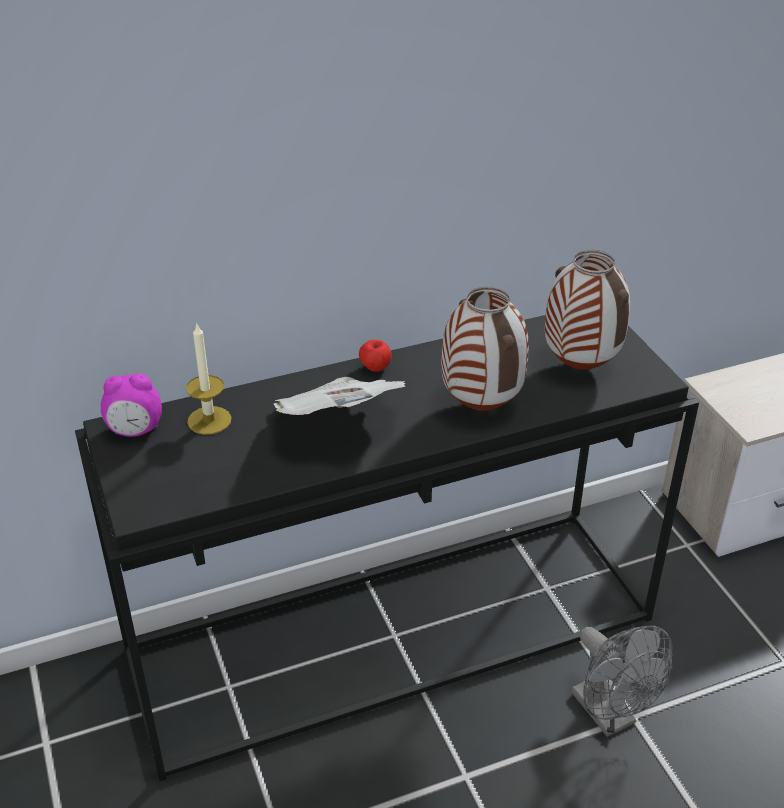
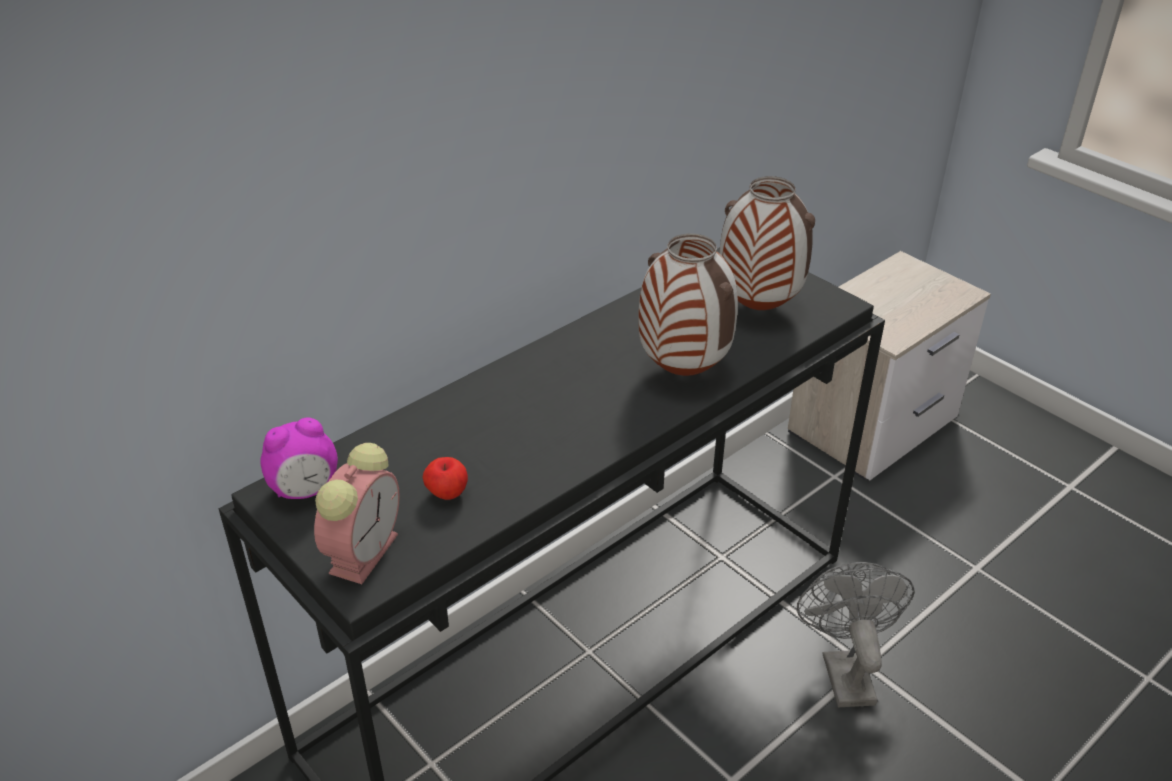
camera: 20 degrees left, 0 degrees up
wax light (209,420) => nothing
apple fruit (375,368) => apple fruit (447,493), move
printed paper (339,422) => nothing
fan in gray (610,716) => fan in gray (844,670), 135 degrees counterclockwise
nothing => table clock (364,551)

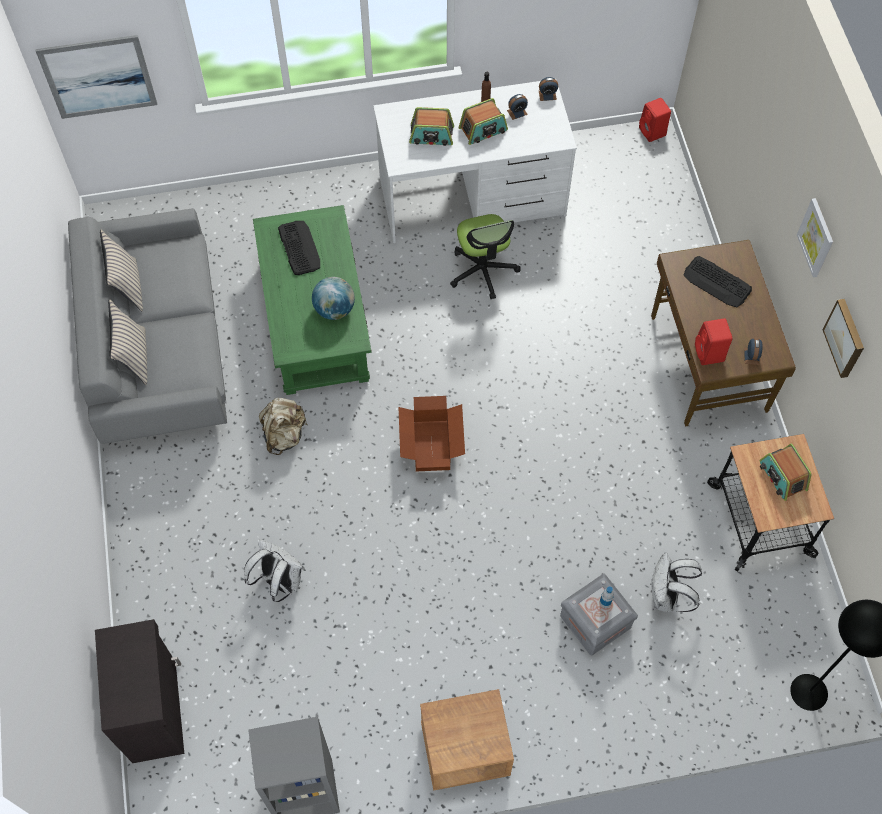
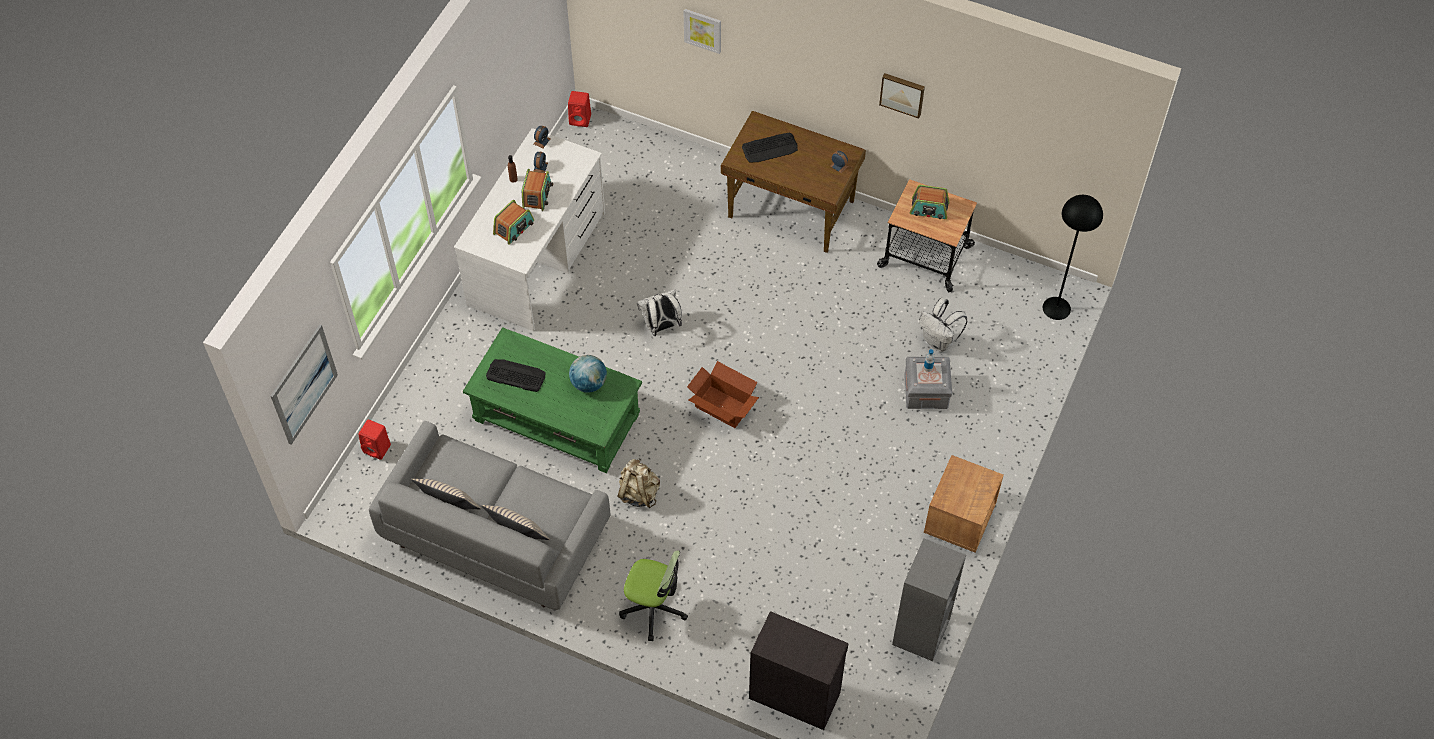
camera: 55 degrees left, 5 degrees down
wall art (816,237) => wall art (703,30), move
desk chair (483,270) => desk chair (654,608), move
loudspeaker in red-coloured (709,353) => loudspeaker in red-coloured (378,448), move
knapsack in whitish (279,581) => knapsack in whitish (661,326), move

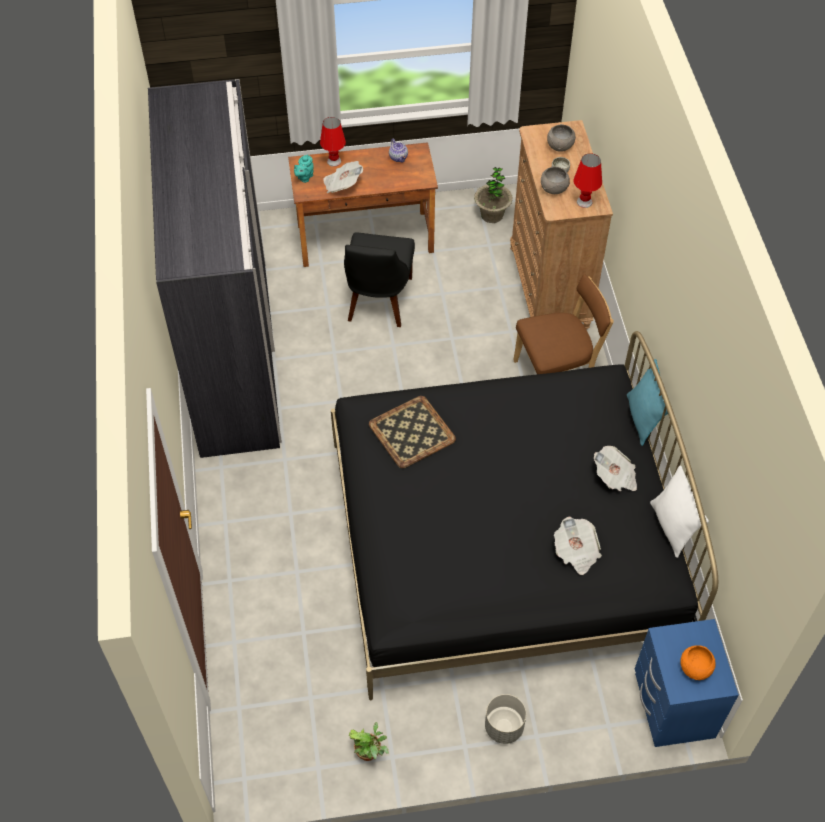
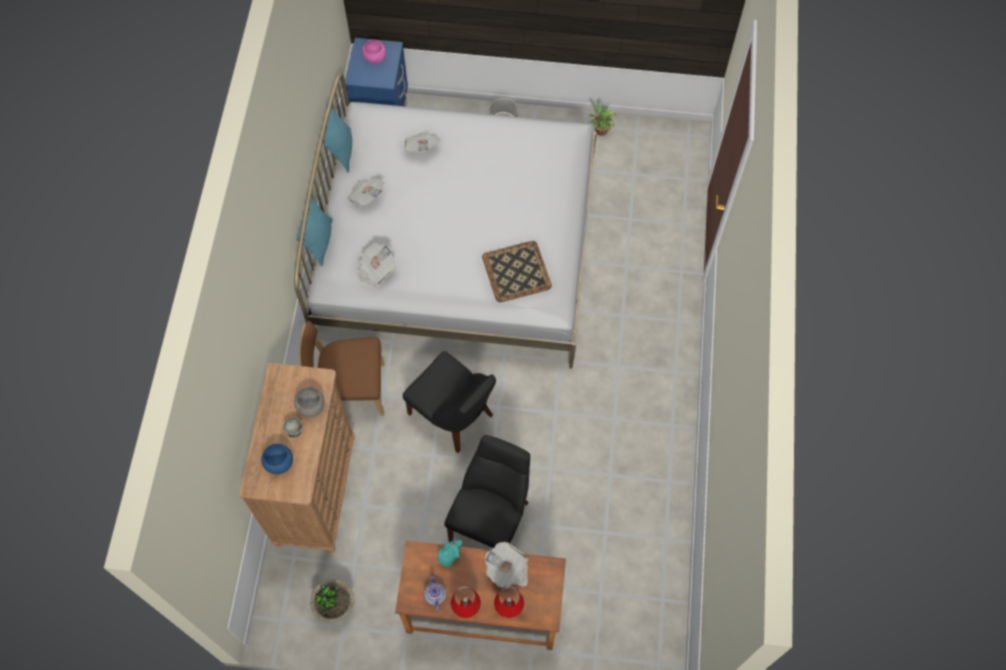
camera: 165 degrees left, 10 degrees up
armoire in gray (233,357) => nothing
deep dish in gray (559,146) => deep dish in bluish (280,463)
teapot in turquoise (304,177) => teapot in turquoise (450,556), move
lamp for a table in red-coloured (584,201) => lamp for a table in red-coloured (466,609), move
bed in black (503,545) => bed in whitish (457,248)
cushion in whitish (672,527) => cushion in turquoise (342,150)
deep dish in orange (695,669) => deep dish in pinkish (374,57)
nothing => printed paper (375,270)
nothing => plain chair in black (453,416)

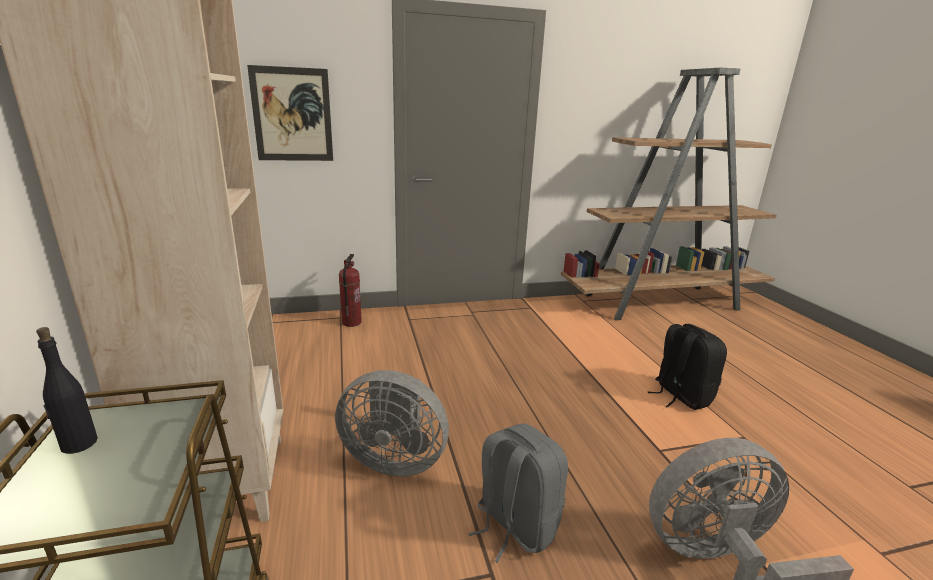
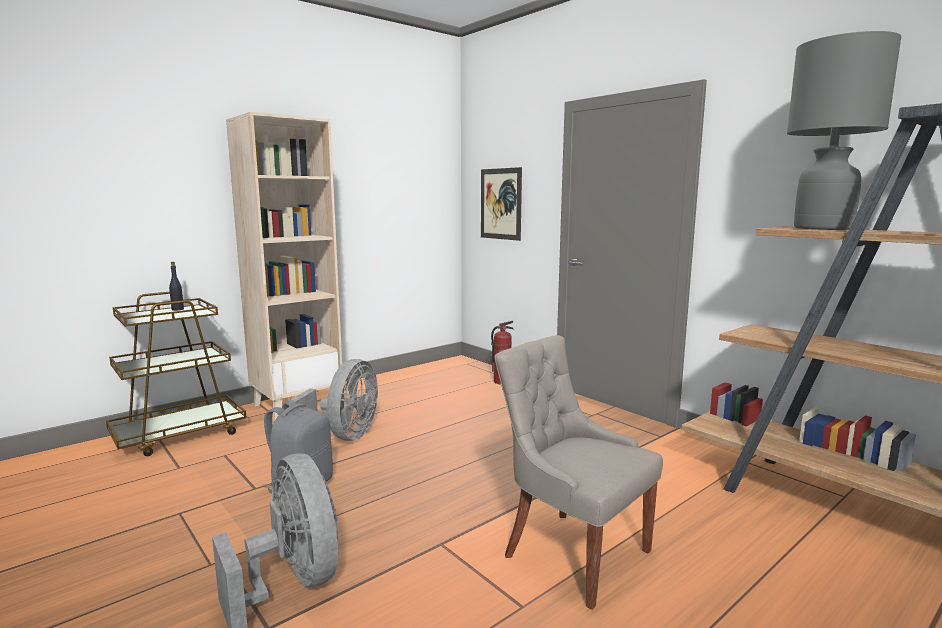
camera: 65 degrees right, 10 degrees down
knapsack in black (680,396) => plain chair in gray (573,553)
fan in gray (394,459) => fan in gray (344,437), 150 degrees counterclockwise
nothing => lamp for a table in gray (822,228)

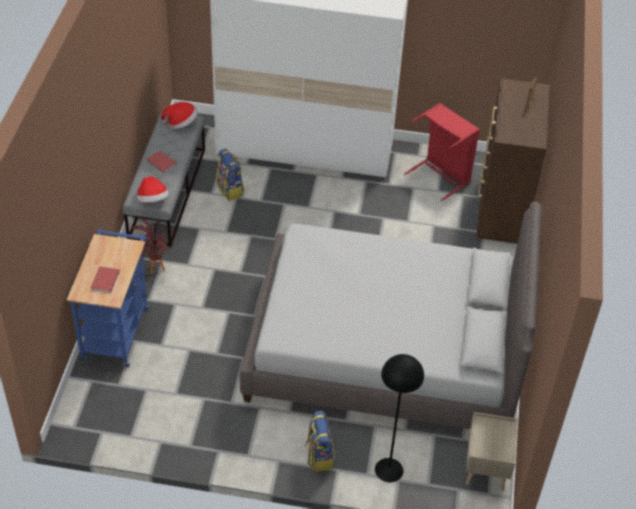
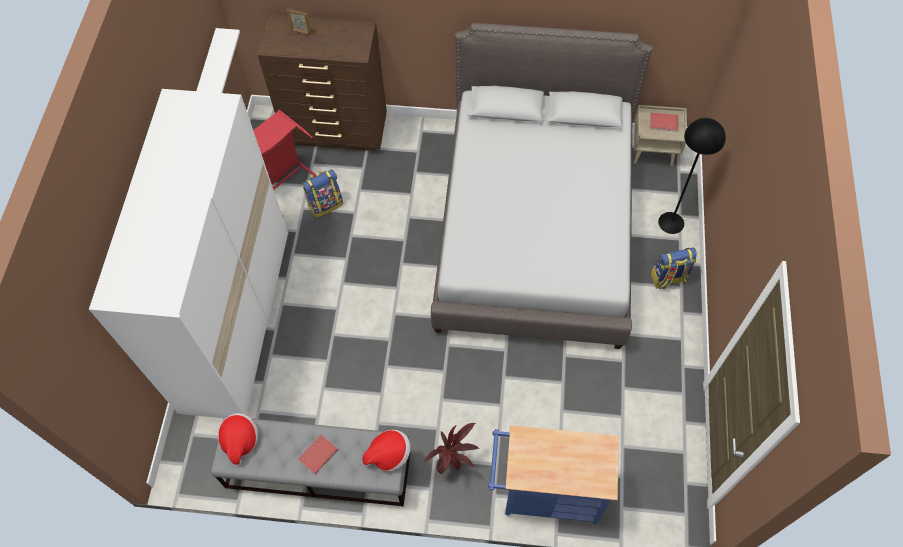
camera: 90 degrees left, 15 degrees up
knapsack (230,190) => knapsack (325,204), move
volume in red-coloured (104,280) => volume in red-coloured (663,123), move
nothing => shelf in whitish (209,69)

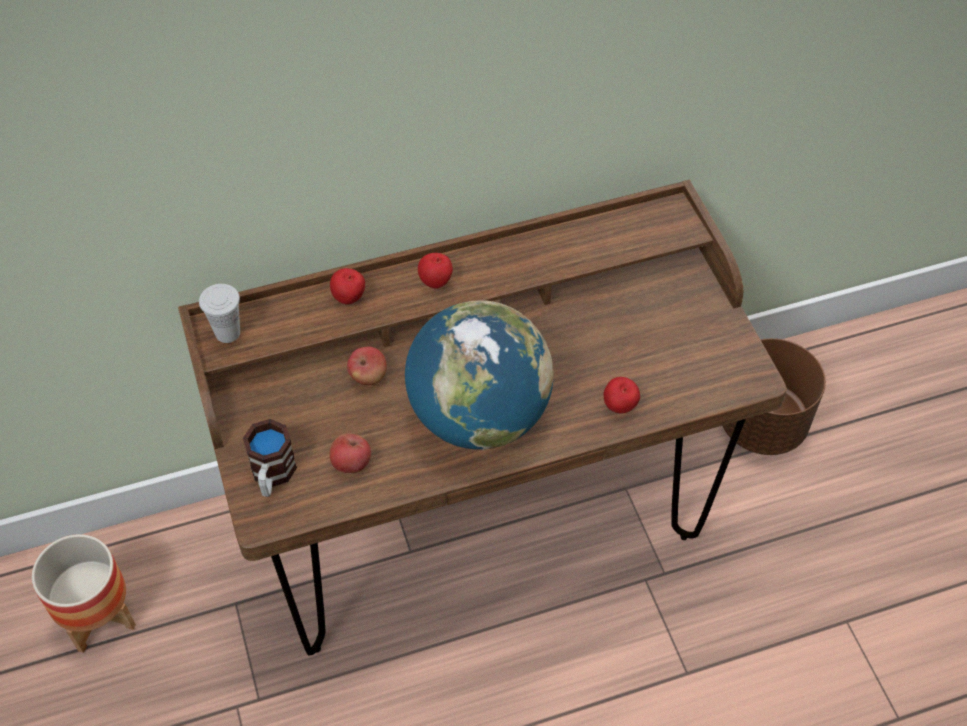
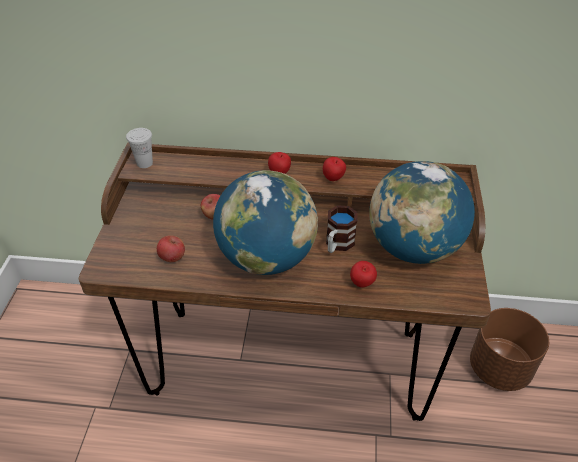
camera: 25 degrees right, 10 degrees down
apple fruit (349,298) => apple fruit (333,179), move
tea mug (272,476) => tea mug (337,244), move
flower pot (98,616) => nothing
nothing => world globe (413,248)

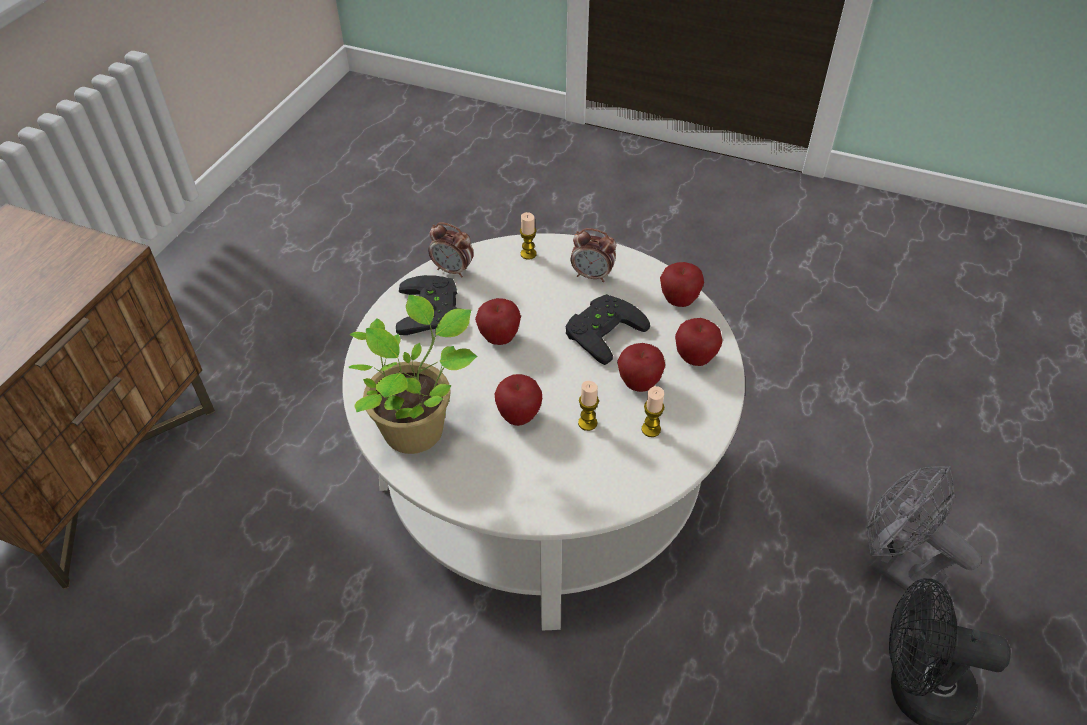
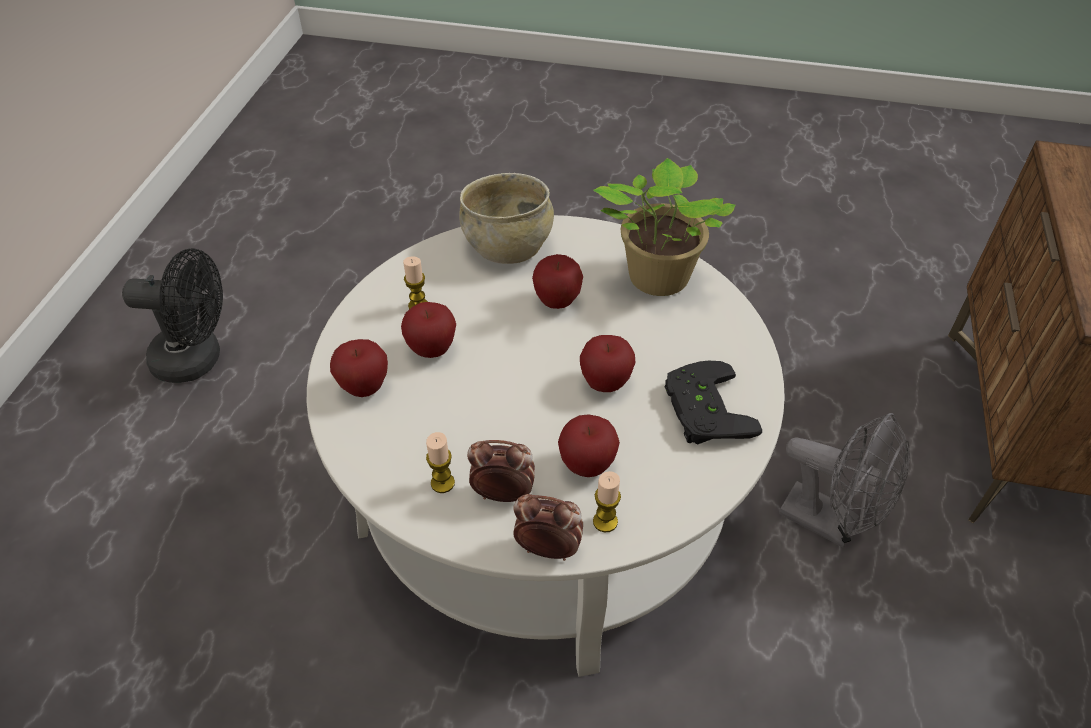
camera: 170 degrees right, 0 degrees up
table clock (453,270) => table clock (547,549), move
apple fruit (679,301) => apple fruit (587,465), move
joypad in black (601,329) => nothing
wax light (587,423) => wax light (442,483), move
fan in gray (895,567) => fan in gray (830,522), move
nothing => deep dish in beige-coloured (508,246)

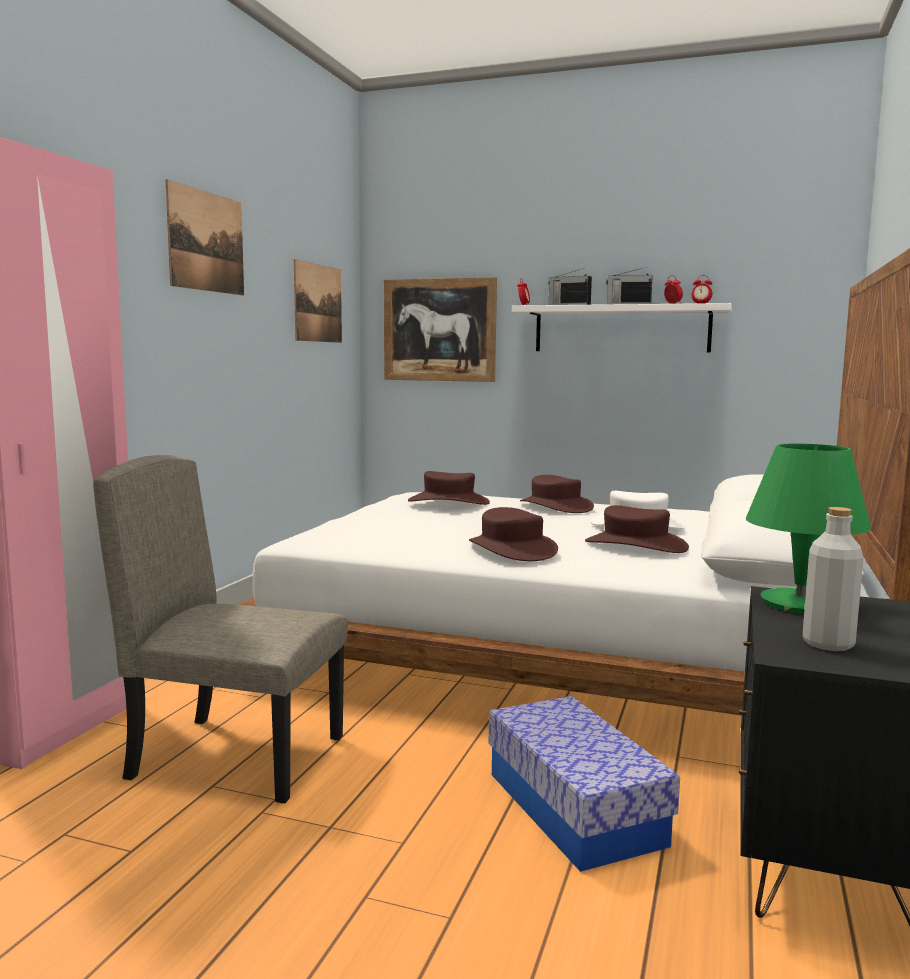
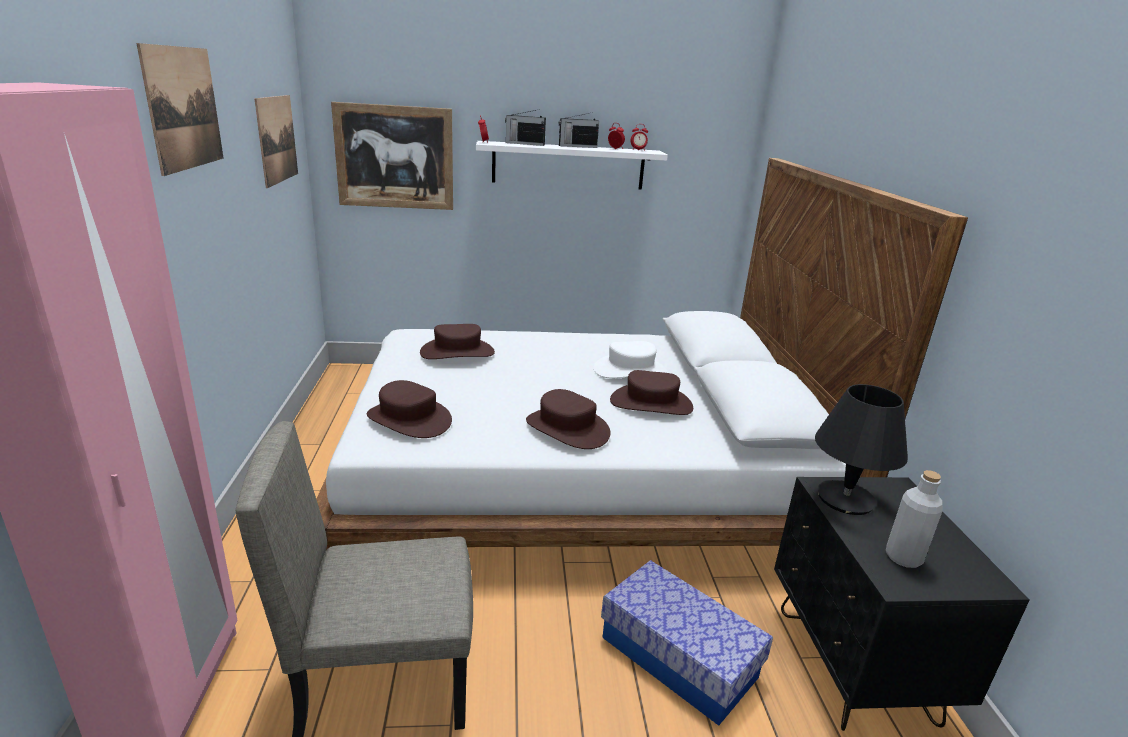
camera: 25 degrees left, 15 degrees up
lamp for a table in green (800,604) => lamp for a table in black (845,499)
hat in brown-coloured (555,506) => hat in brown-coloured (408,419), move

